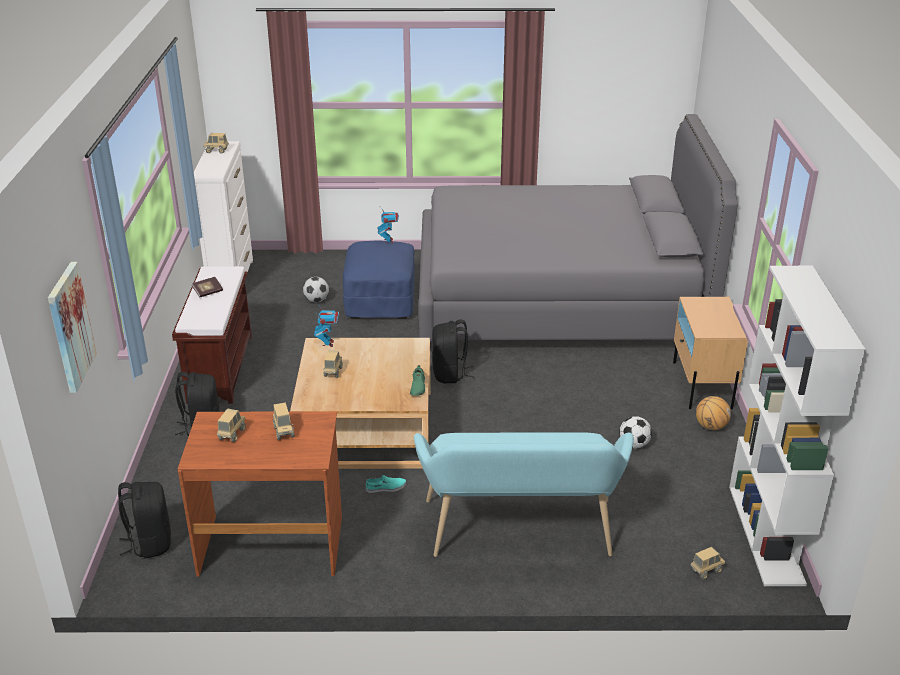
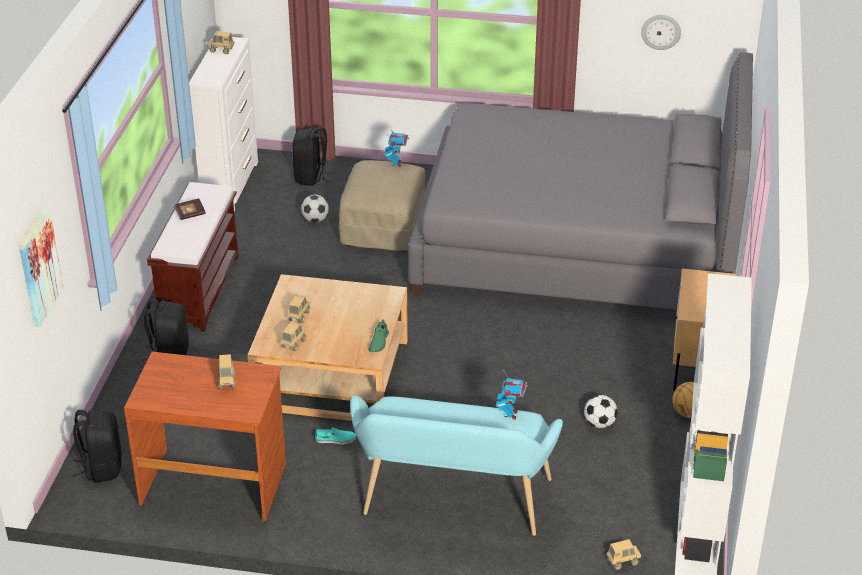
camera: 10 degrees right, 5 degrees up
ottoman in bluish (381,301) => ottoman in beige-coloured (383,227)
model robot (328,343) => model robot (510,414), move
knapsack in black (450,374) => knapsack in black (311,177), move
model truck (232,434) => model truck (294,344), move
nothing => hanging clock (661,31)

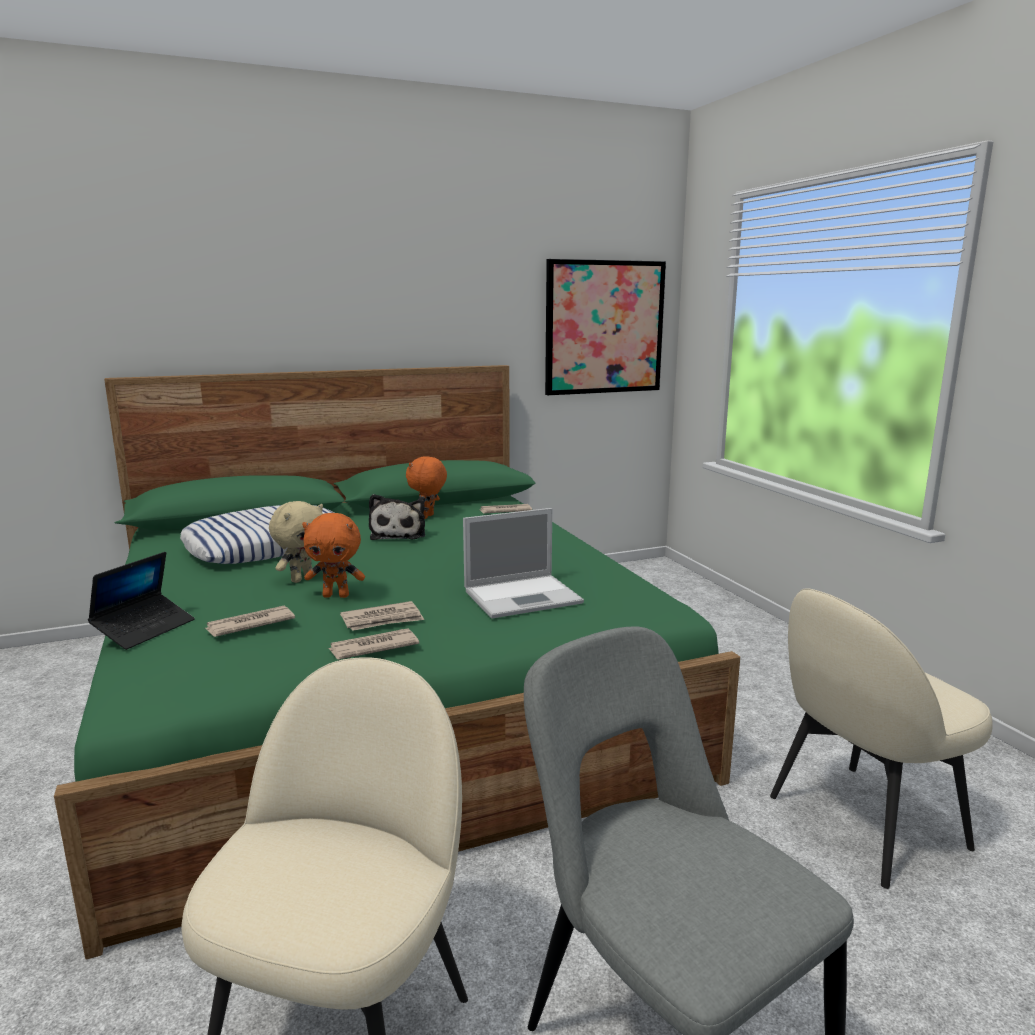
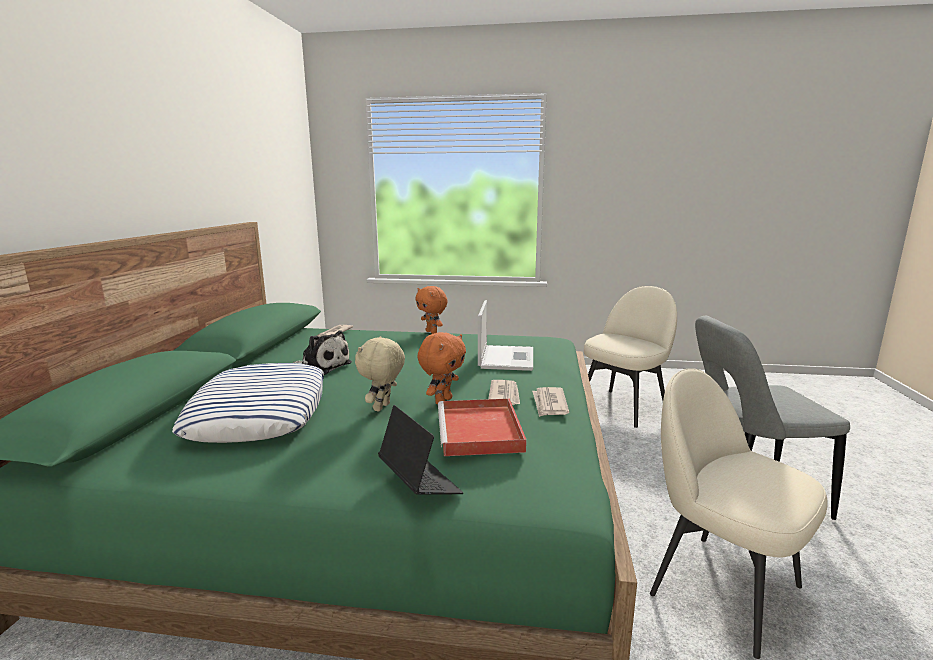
camera: 60 degrees left, 0 degrees up
wall art (604,327) => nothing
cuddly toy in orange (428,517) => cuddly toy in orange (432,332), move
cuddly toy in beige-coloured (302,579) => cuddly toy in beige-coloured (382,407), 135 degrees counterclockwise
plain chair in beige-coloured (862,823) => plain chair in beige-coloured (624,407), 135 degrees counterclockwise
printed paper (249,624) => serving tray in red-coloured (480,431)

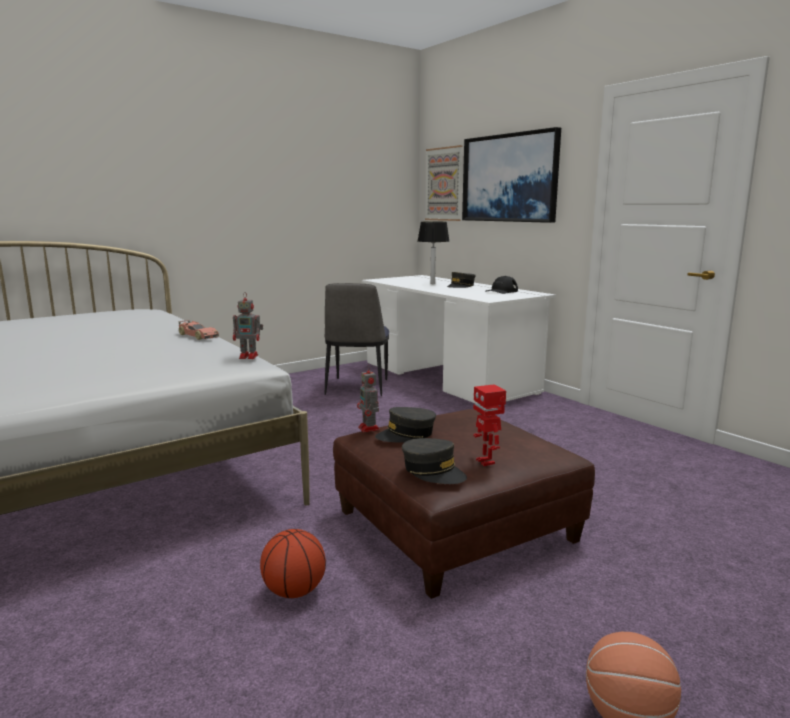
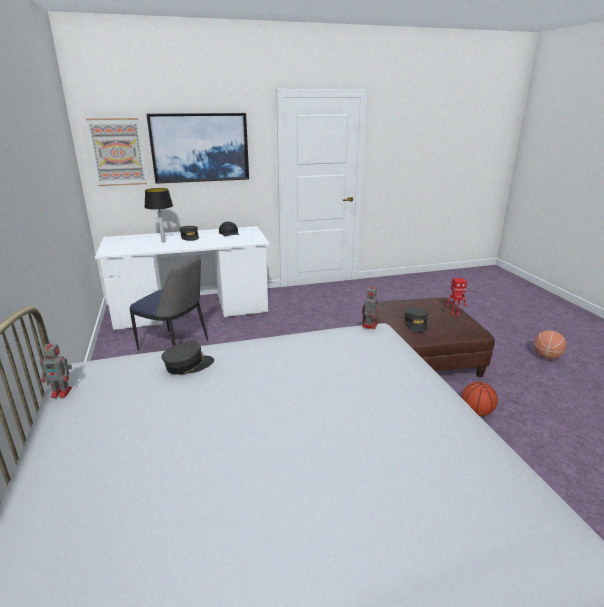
camera: 70 degrees left, 10 degrees up
miniature car (197,336) => nothing
model robot (369,429) => model robot (62,392), move
baseball cap in gray (433,471) => baseball cap in gray (188,365), move

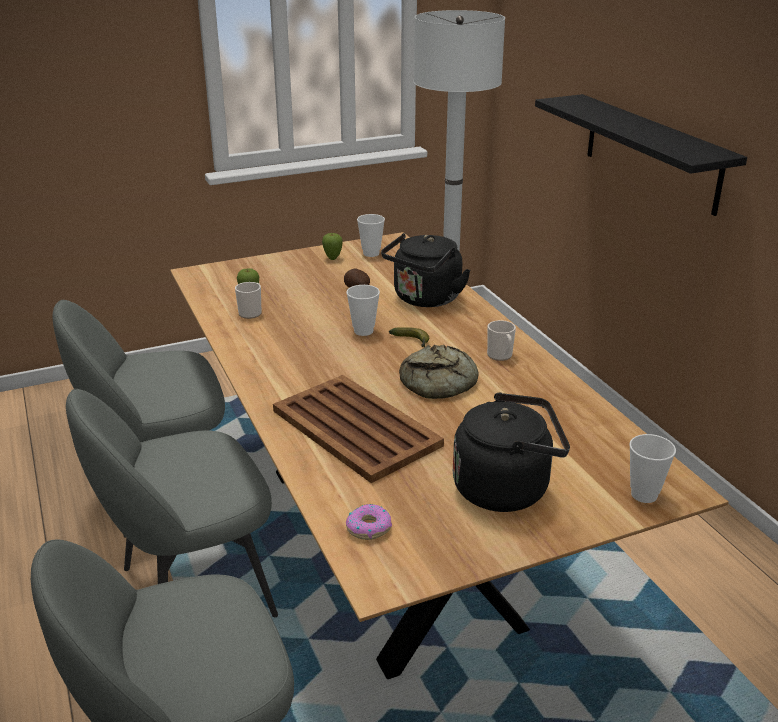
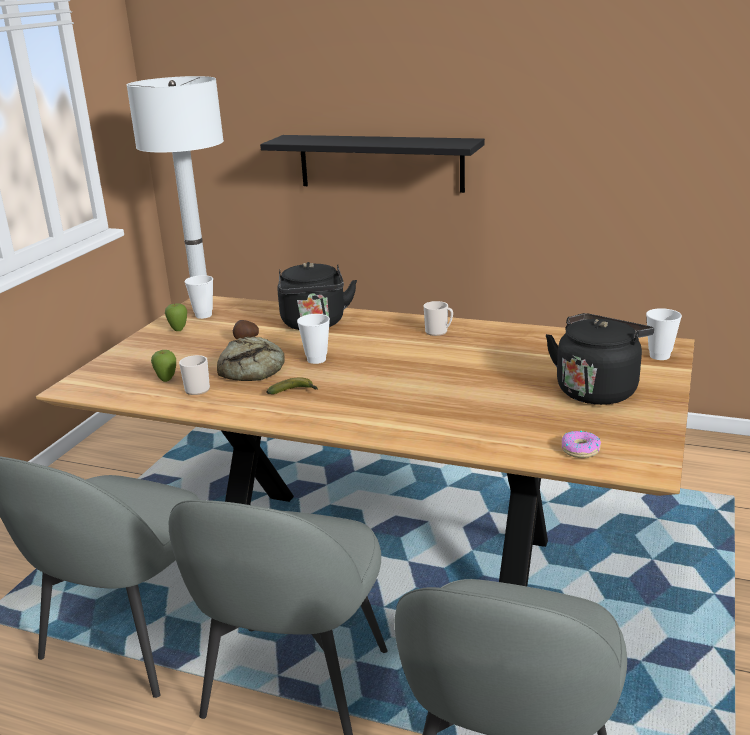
camera: 45 degrees left, 5 degrees down
banana (412,342) => banana (294,392), move
bread (441,382) => bread (254,368), move
serving tray in brown-coloured (356,429) => nothing

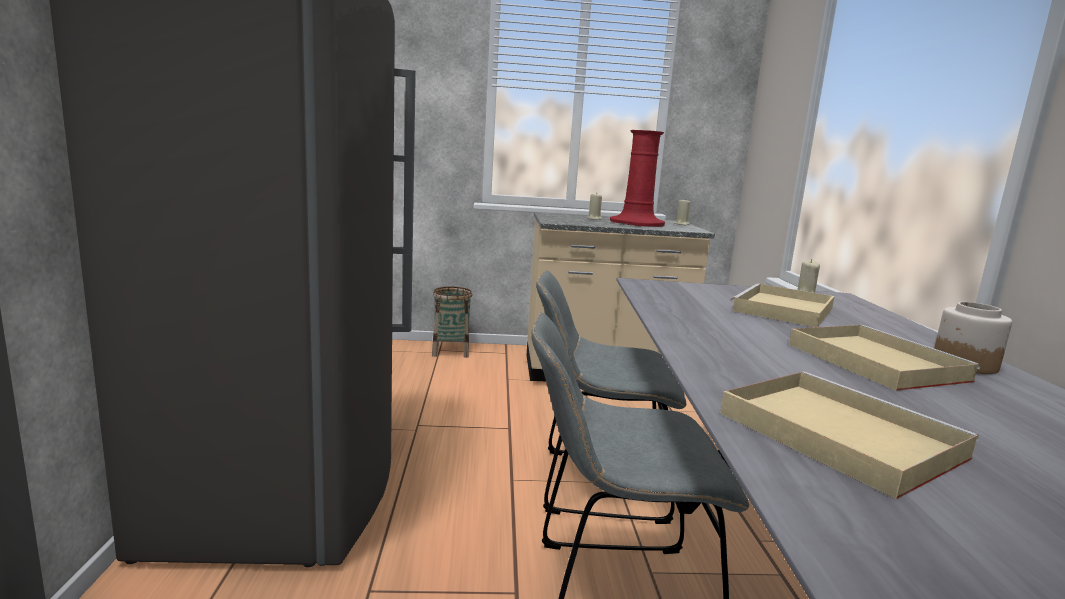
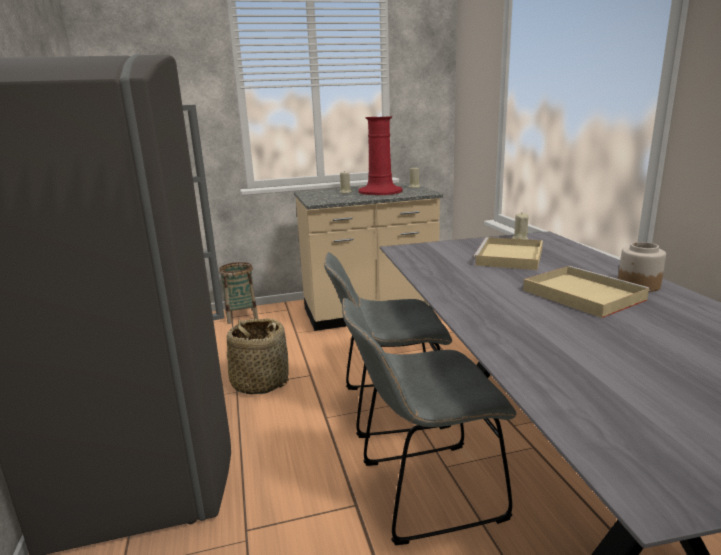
camera: 10 degrees left, 5 degrees up
serving tray in beige-coloured (834,433) => nothing
nothing => household basket (260,382)

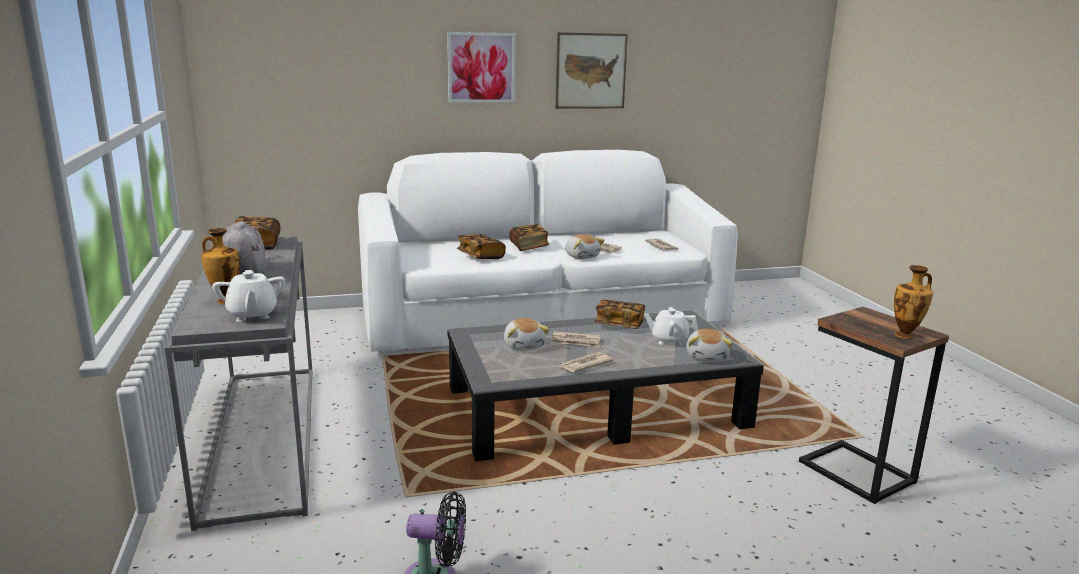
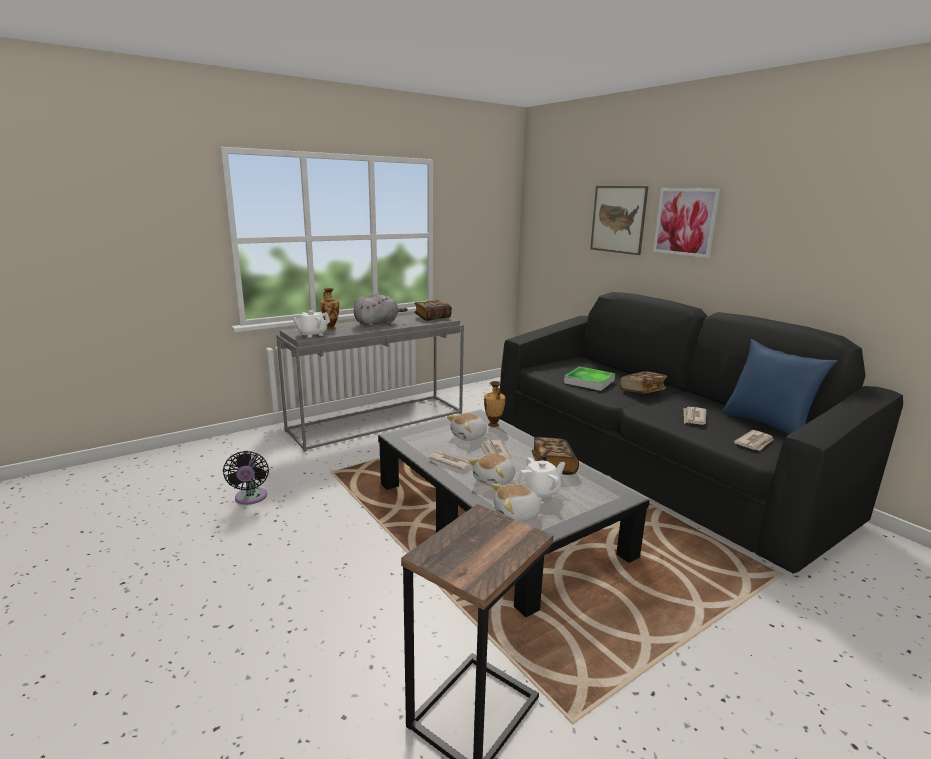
camera: 70 degrees right, 0 degrees up
wall art (591,71) => wall art (618,219), move
sofa in whitish (542,318) => sofa in black (651,465)
volume (480,256) => serving tray (589,381)
cuddly toy (582,256) => cuddly toy (495,481), move
flower vase (905,335) => flower vase (493,425), move
teapot in whitish (669,340) => teapot in whitish (540,492), 75 degrees clockwise
nothing => cushion in bluish (767,424)

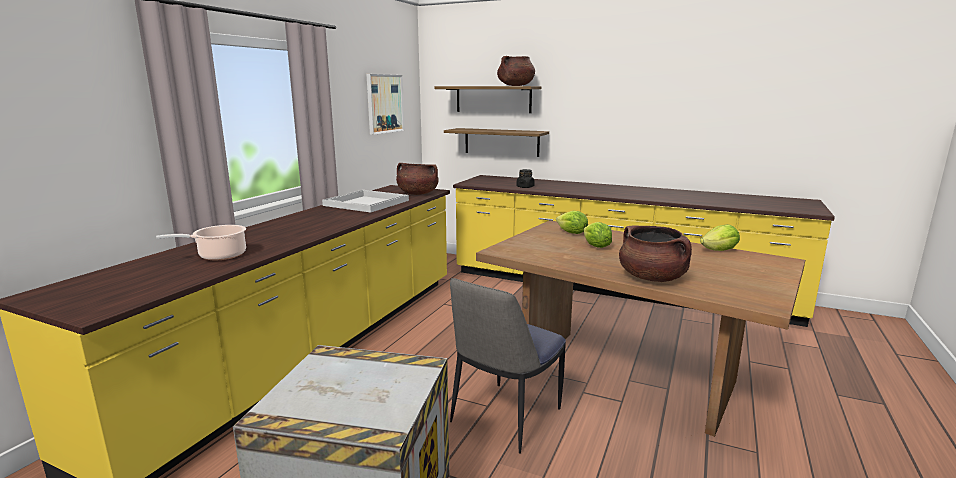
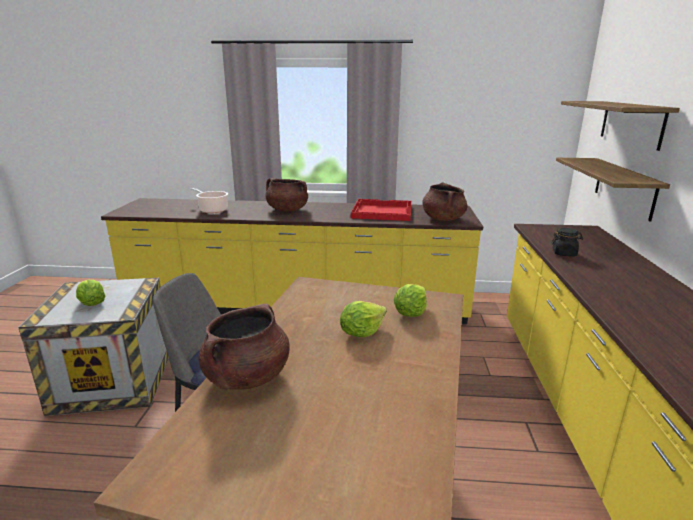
camera: 70 degrees right, 5 degrees up
saucepot in brown-coloured (515,86) => saucepot in brown-coloured (287,210), move
wall art (384,103) => nothing
serving tray in whitish (366,203) => serving tray in red-coloured (381,212)
head of lettuce (719,251) => head of lettuce (92,303), move

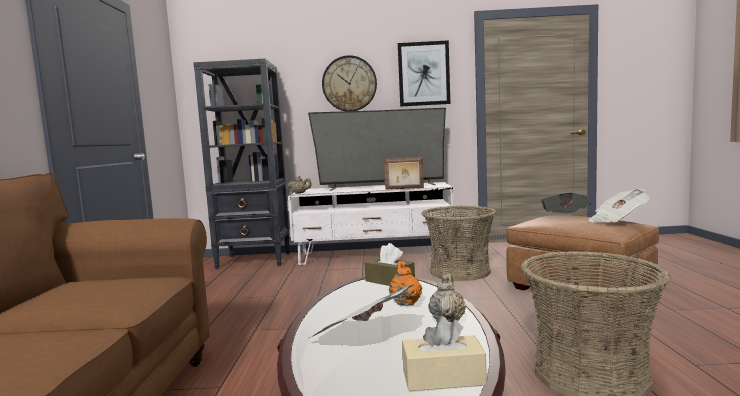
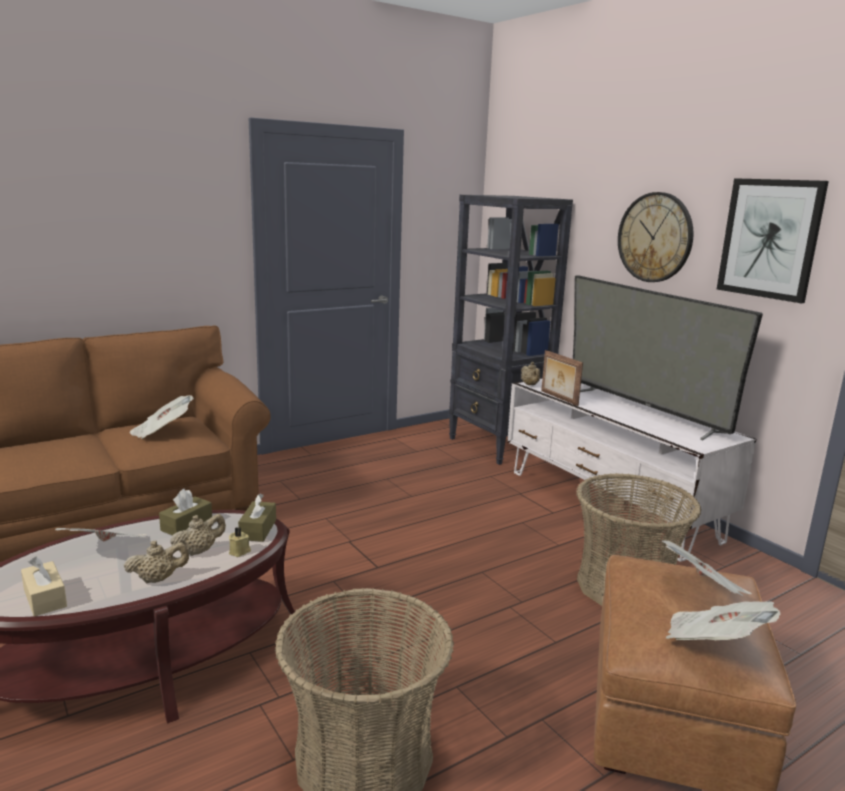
camera: 55 degrees right, 10 degrees up
standing frame (404,188) => standing frame (558,398), move
teapot in orange (405,302) => teapot in beige-coloured (199,551)
nothing => printed paper (162,432)
nothing => tissue box in brown-coloured (186,525)
nothing => wax light in beige-coloured (240,551)

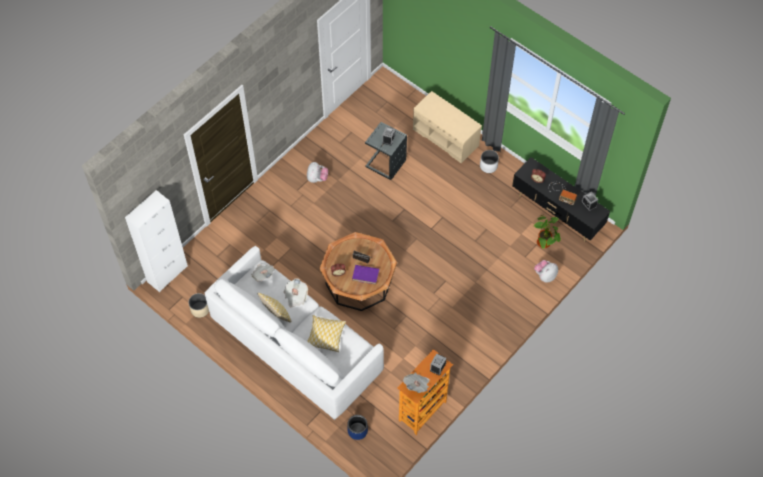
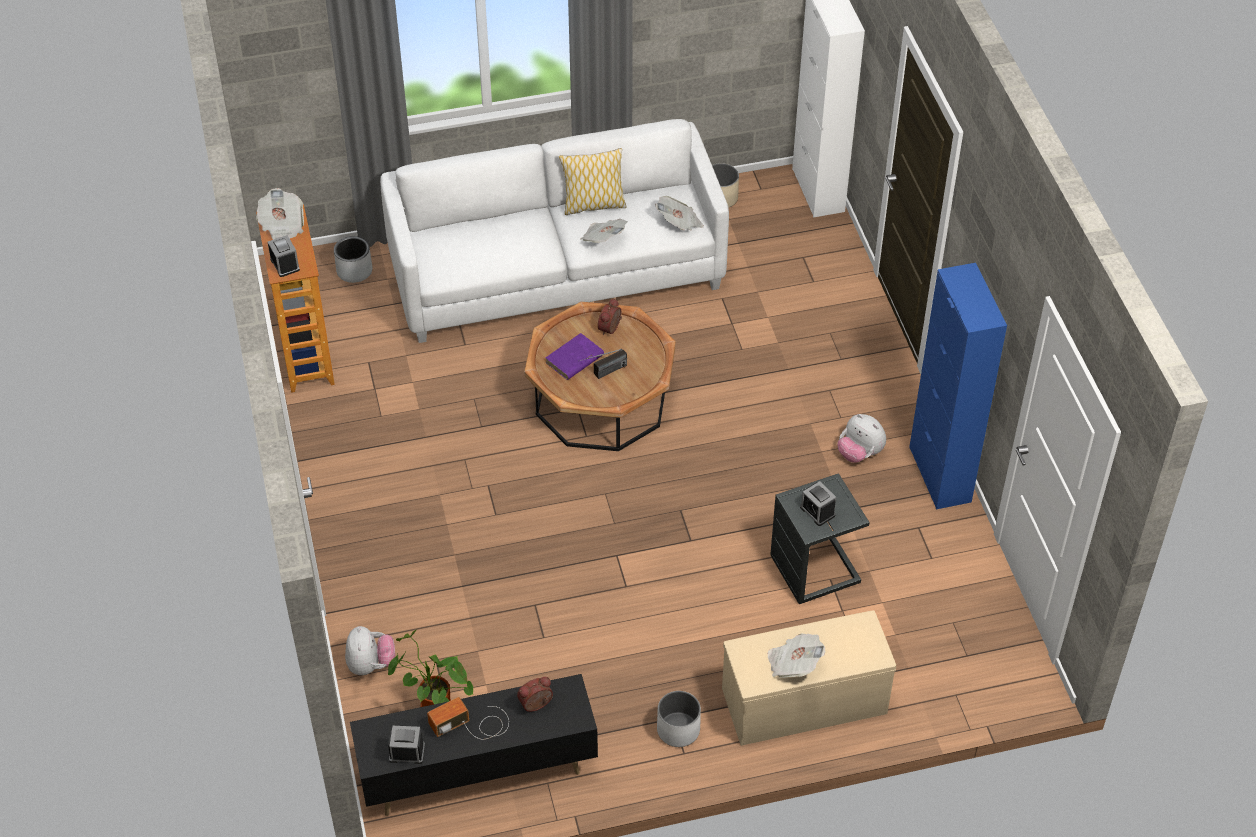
camera: 125 degrees right, 10 degrees down
cushion (325,336) => nothing
flower pot in bluish (357,430) => flower pot in gray (354,271)
nothing => cabinet in bluish (940,474)
nothing => printed paper (793,664)

